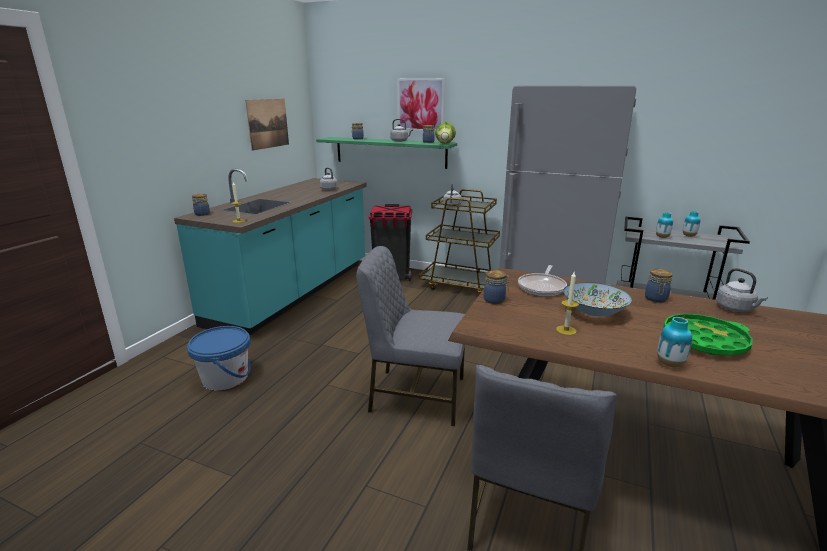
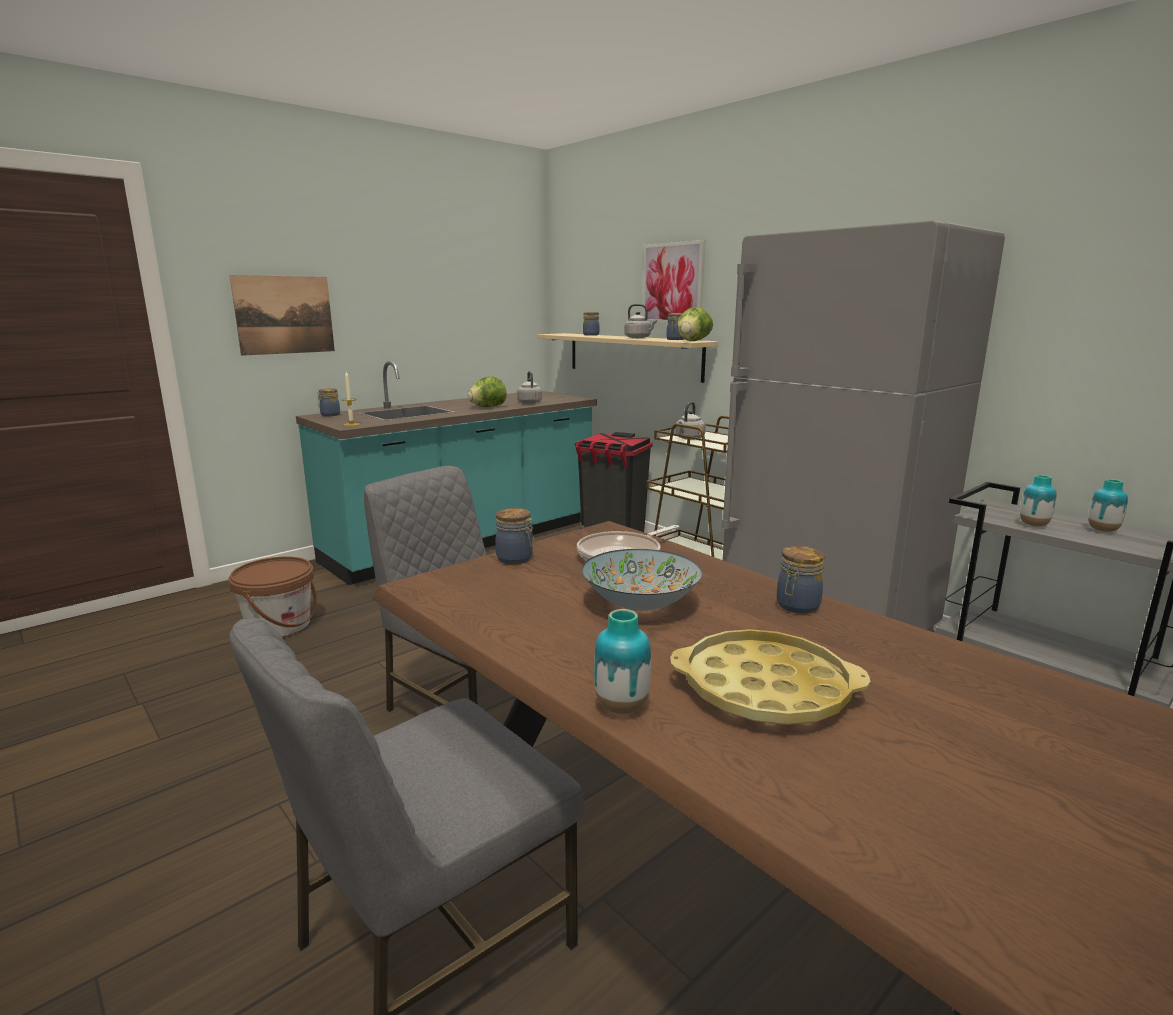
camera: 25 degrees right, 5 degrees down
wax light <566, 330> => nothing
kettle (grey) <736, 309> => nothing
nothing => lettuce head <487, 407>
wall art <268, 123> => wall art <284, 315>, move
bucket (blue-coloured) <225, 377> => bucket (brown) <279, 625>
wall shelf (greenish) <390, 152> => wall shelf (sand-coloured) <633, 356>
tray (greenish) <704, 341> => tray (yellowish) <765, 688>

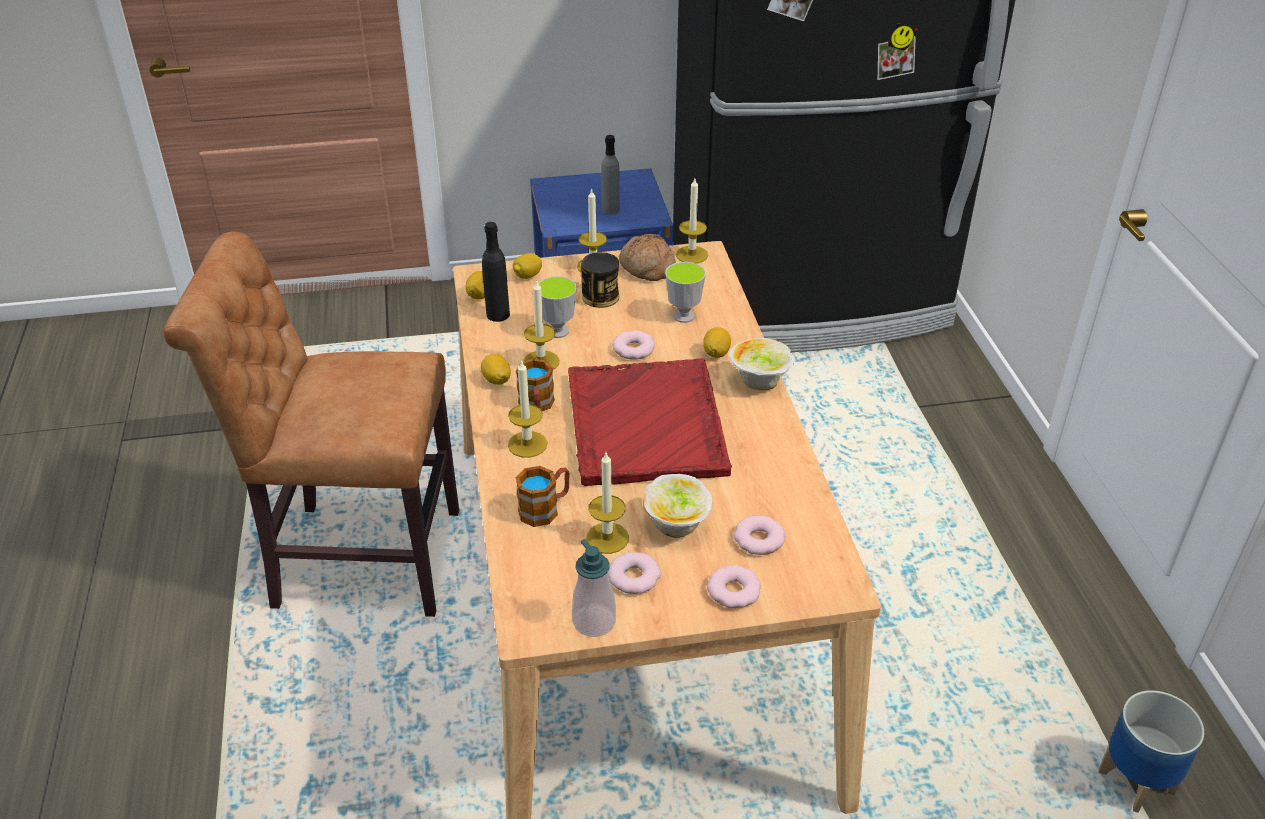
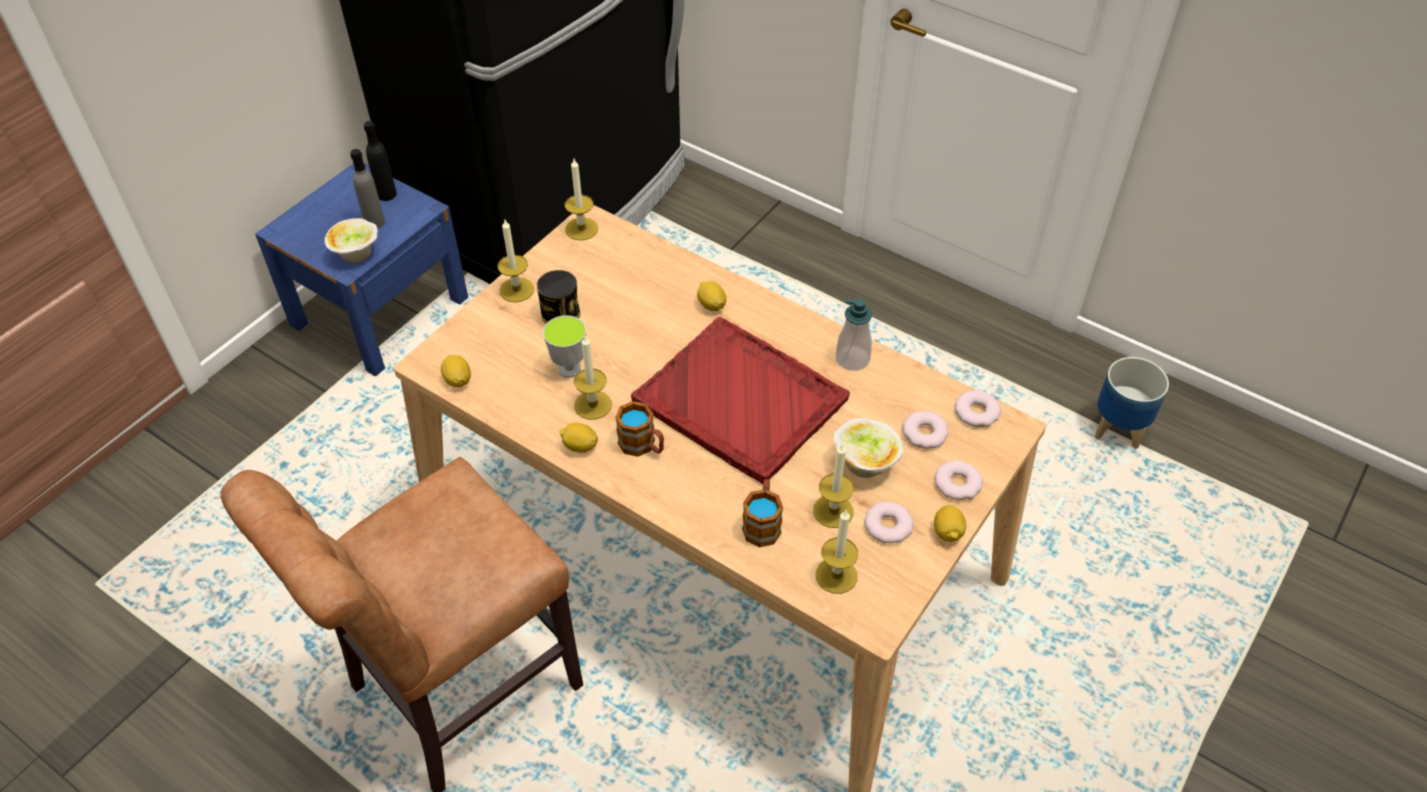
camera: 45 degrees left, 10 degrees up
bread <646, 268> => nothing
small cup <684, 316> => nothing
bottle (black-coloured) <498, 314> => bottle (black-coloured) <387, 194>, move
wax light <527, 444> => wax light <836, 575>, move
citrus fruit <527, 276> => citrus fruit <947, 532>, move
soap bottle <594, 622> => soap bottle <852, 359>, move
doughnut <634, 349> => doughnut <977, 412>, move
deep dish <759, 384> => deep dish <357, 256>, move

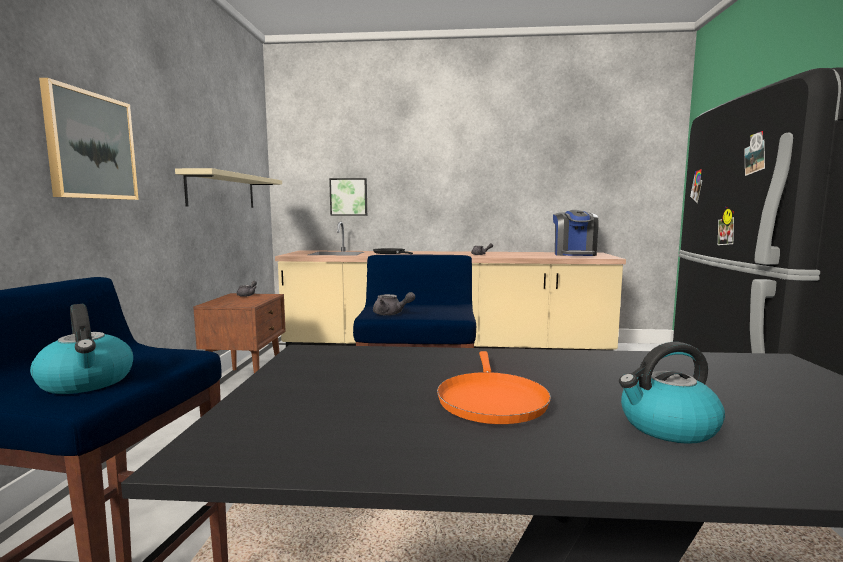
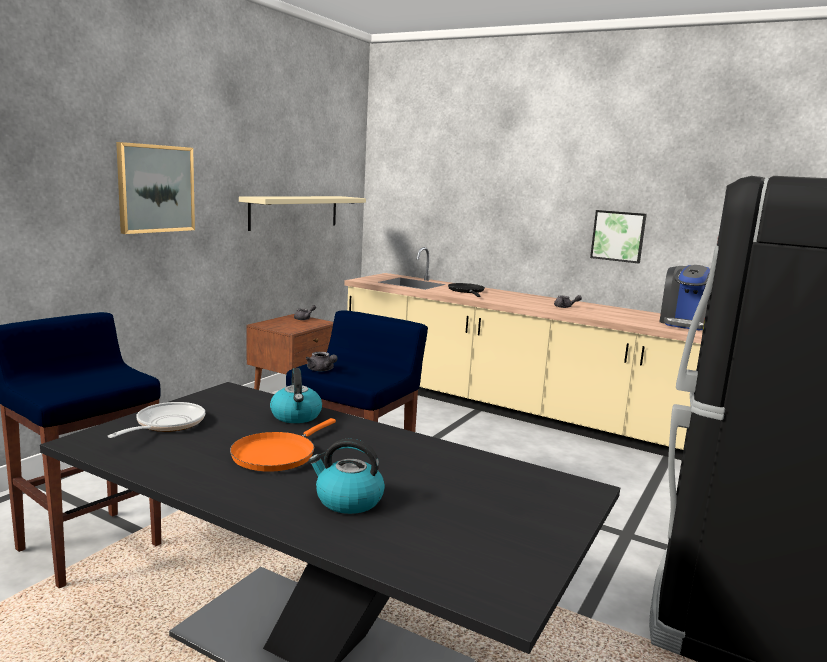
camera: 25 degrees right, 5 degrees up
nothing => skillet <166, 424>
kettle <87, 382> => kettle <296, 416>, move
wall art <349, 197> => wall art <618, 236>, move

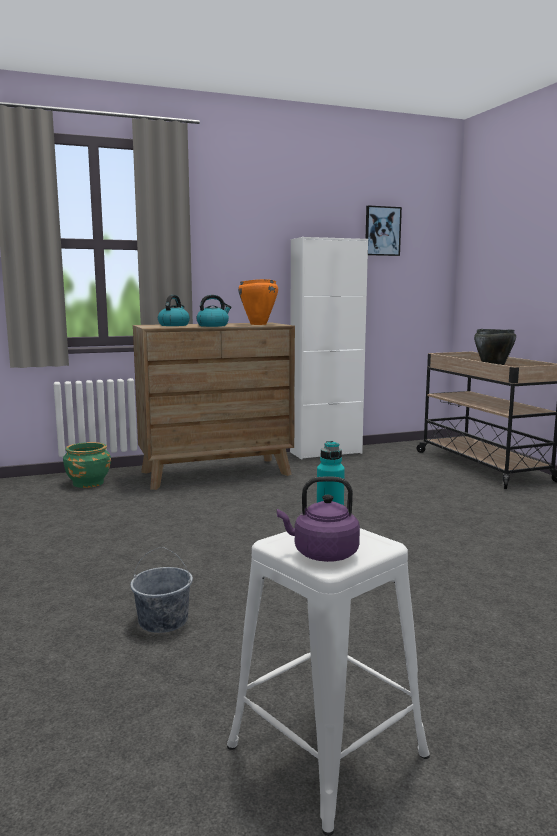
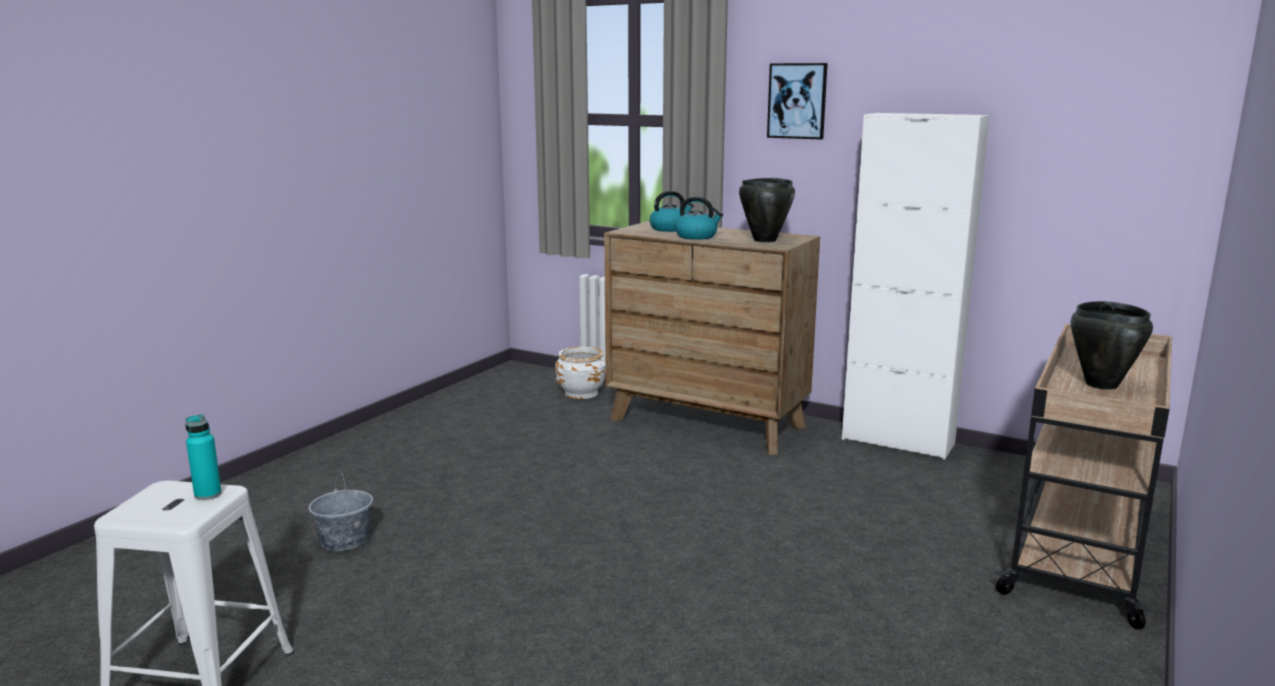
camera: 50 degrees right, 5 degrees up
kettle (purplish) <322, 554> => nothing
wall art <382, 231> => wall art <797, 101>, move
planter (greenish) <88, 483> => planter (whitish) <581, 393>
stockpot (orange) <258, 324> => stockpot (black-coloured) <764, 240>

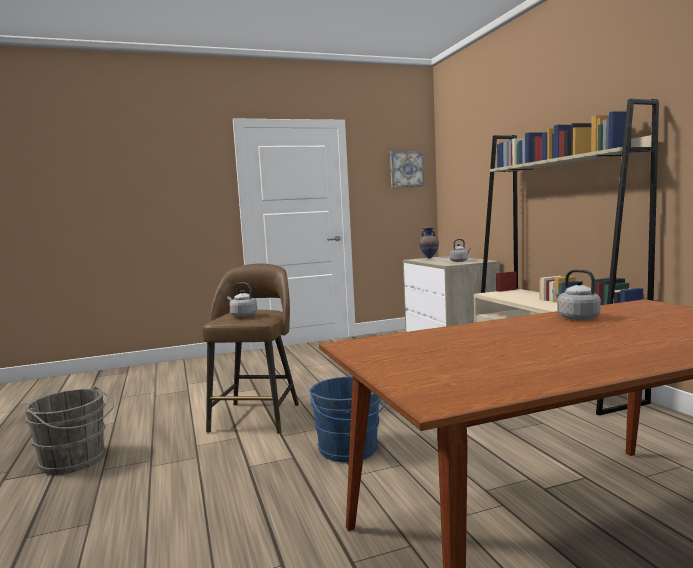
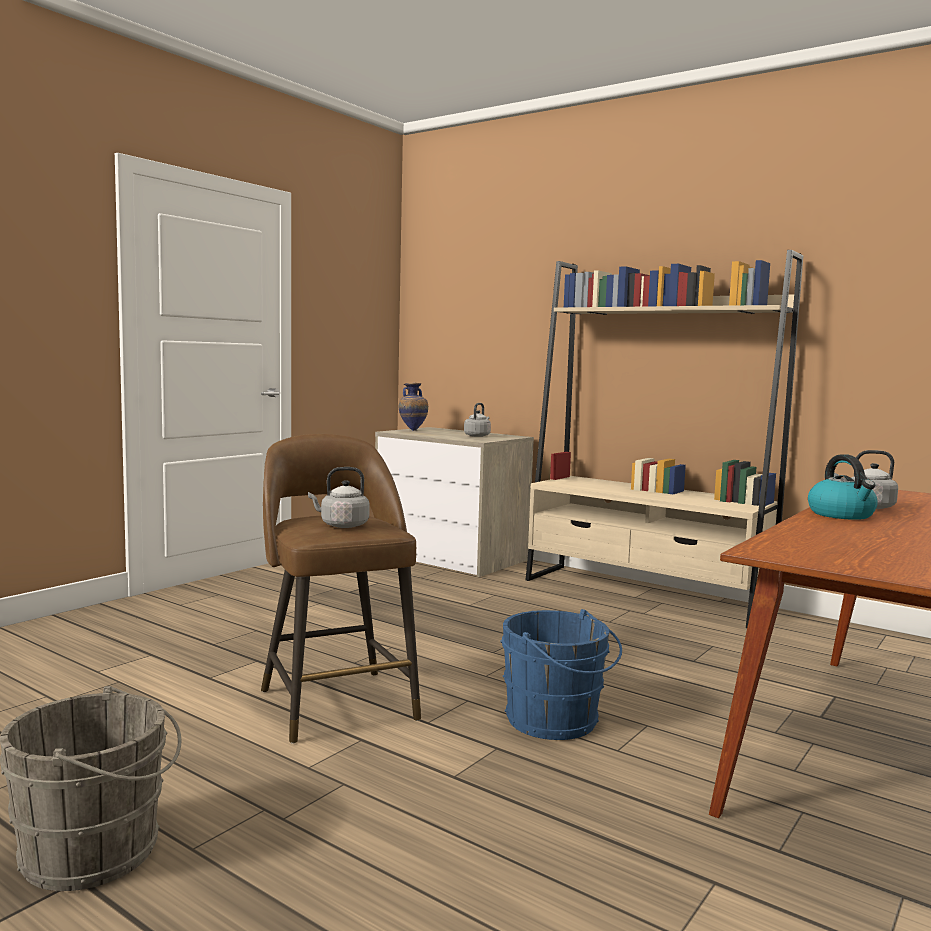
camera: 35 degrees left, 0 degrees up
wall art <406, 169> => nothing
nothing => kettle <842, 515>

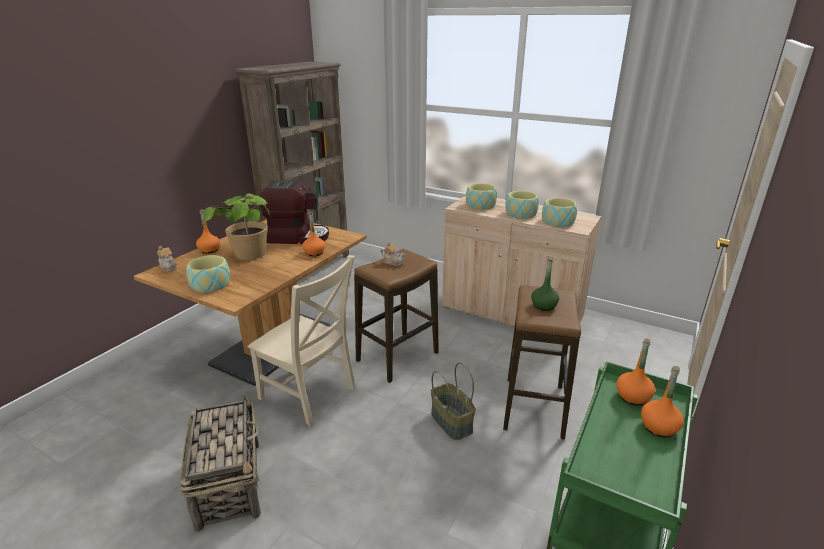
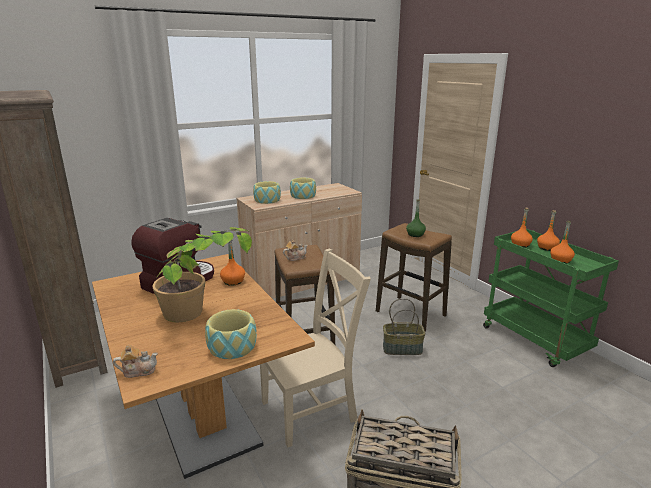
camera: 60 degrees left, 5 degrees down
deep dish <557, 221> => nothing
bottle (orange) <209, 250> => bottle (orange) <560, 260>, move

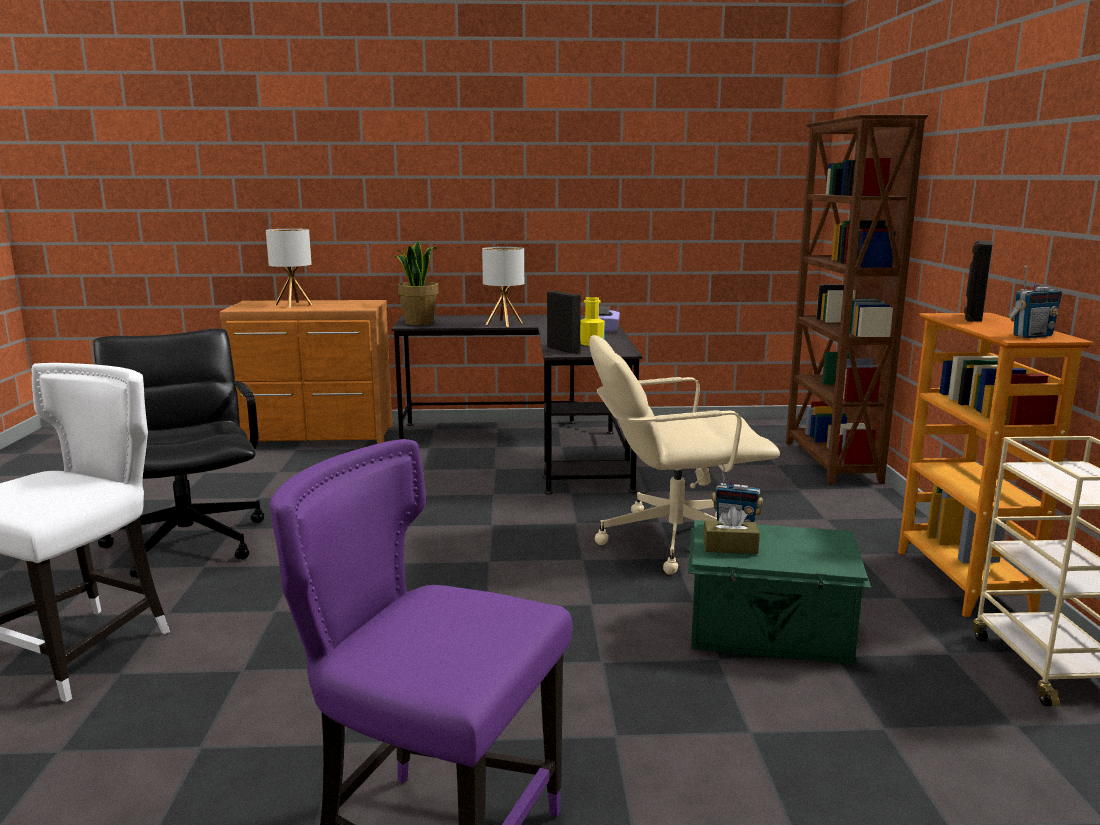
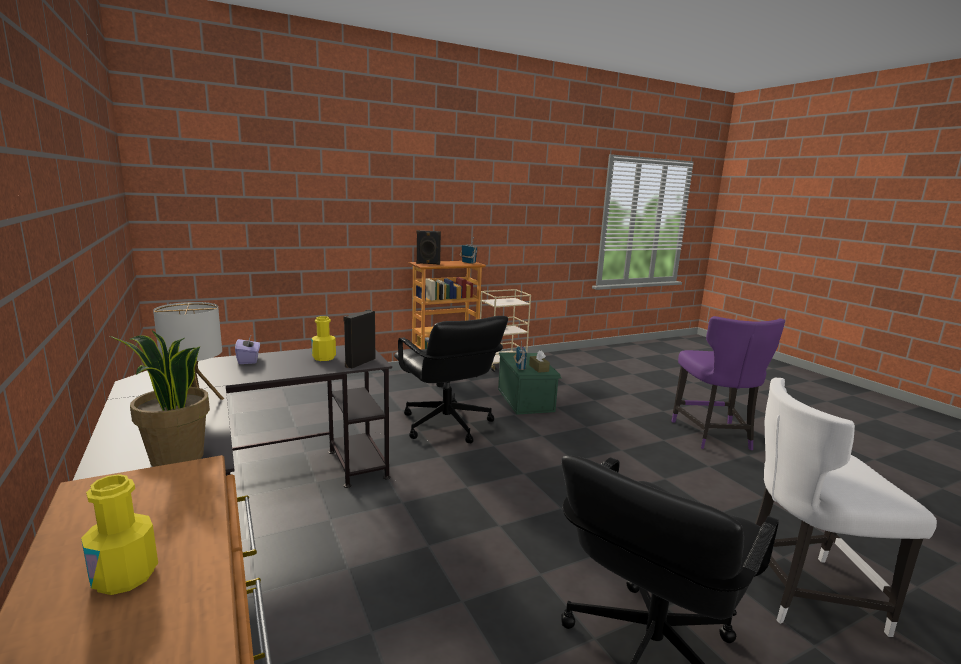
camera: 115 degrees left, 0 degrees up
bookcase (brown) <830, 462> => nothing
table lamp <293, 305> => bottle (yellowish) <125, 576>
computer chair (sand-coloured) <672, 540> => computer chair (black-coloured) <446, 425>

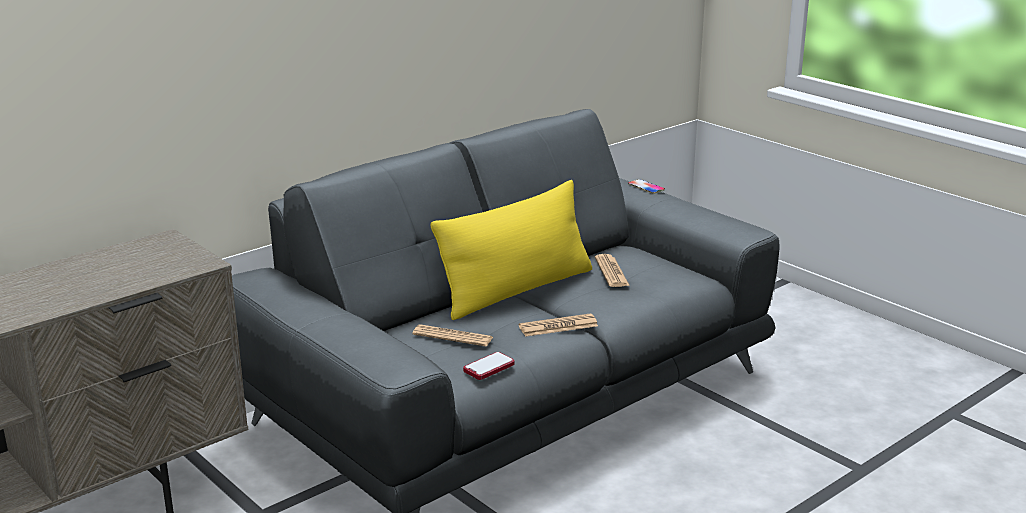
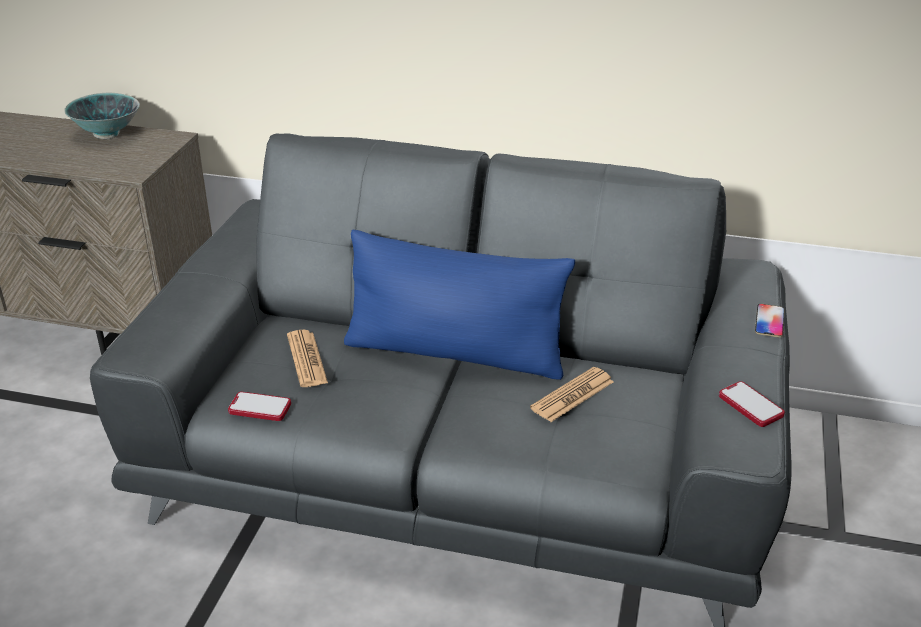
camera: 55 degrees right, 10 degrees up
printed paper <558, 326> => nothing
nothing => deep dish <106, 134>
nothing => telephone <750, 405>
pillow (yellowish) <517, 290> => pillow (blue-coloured) <455, 353>

